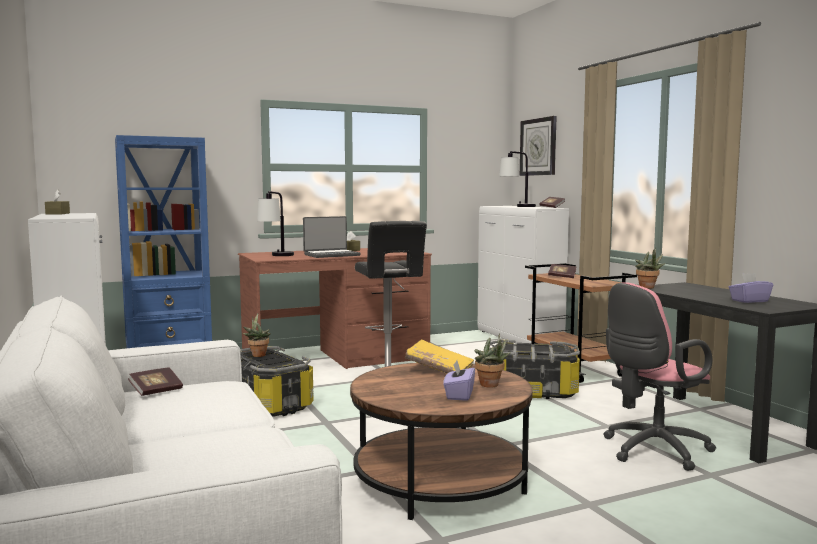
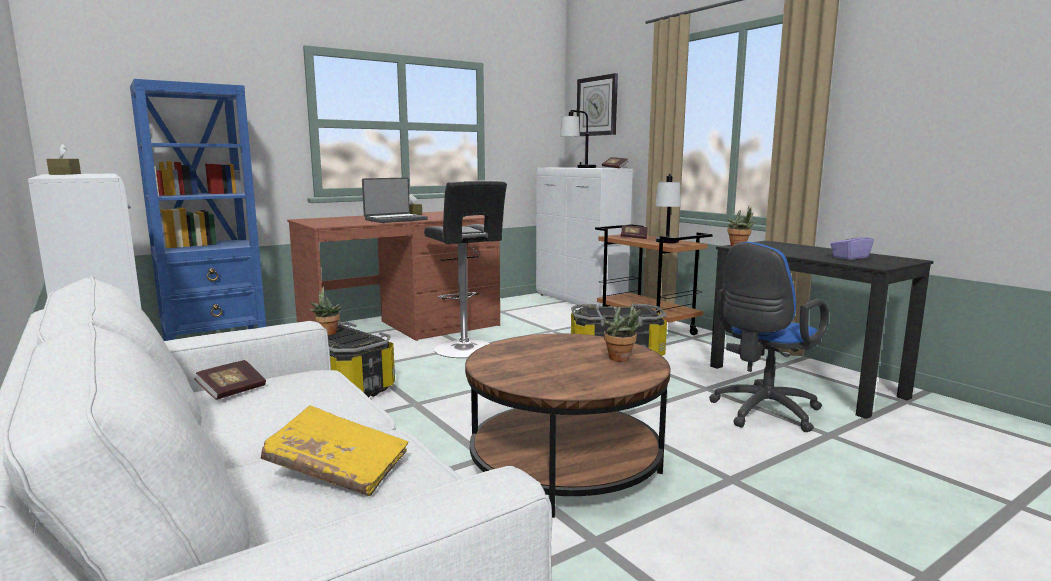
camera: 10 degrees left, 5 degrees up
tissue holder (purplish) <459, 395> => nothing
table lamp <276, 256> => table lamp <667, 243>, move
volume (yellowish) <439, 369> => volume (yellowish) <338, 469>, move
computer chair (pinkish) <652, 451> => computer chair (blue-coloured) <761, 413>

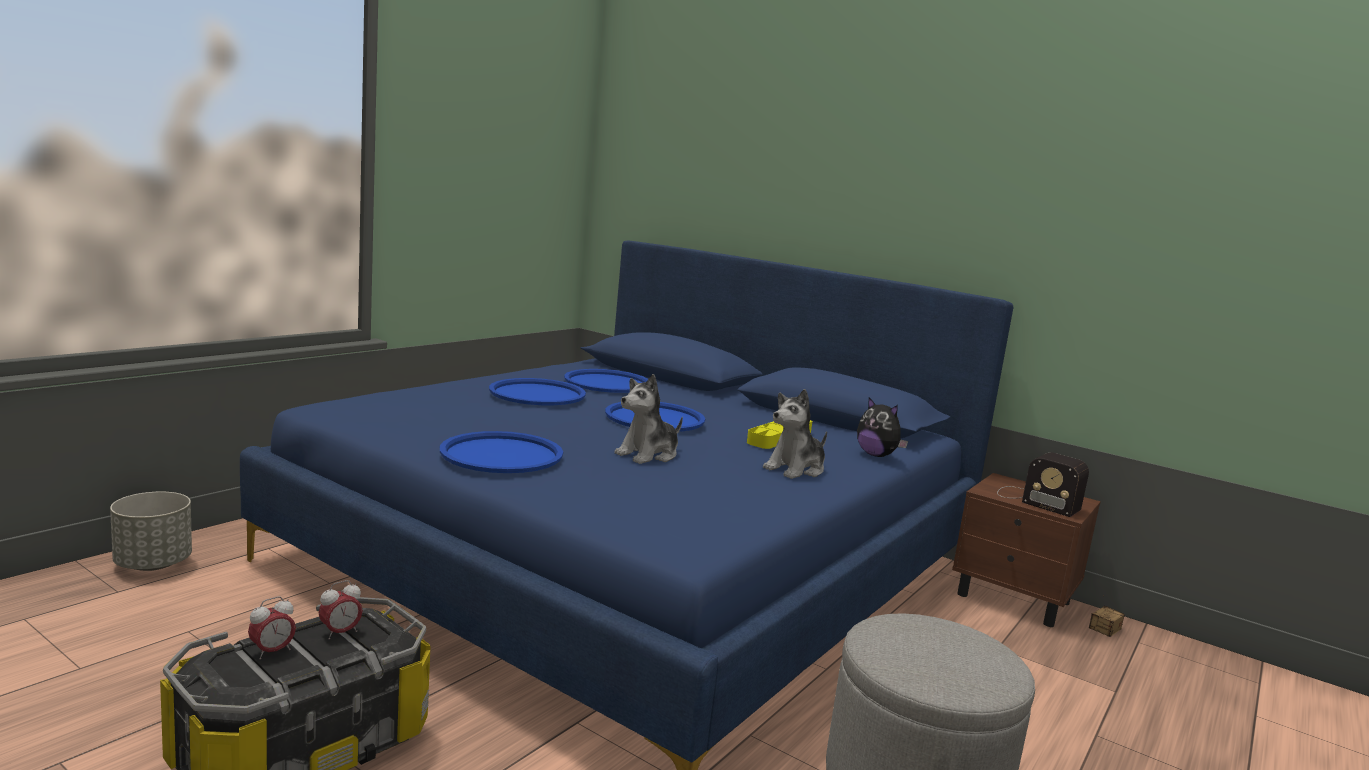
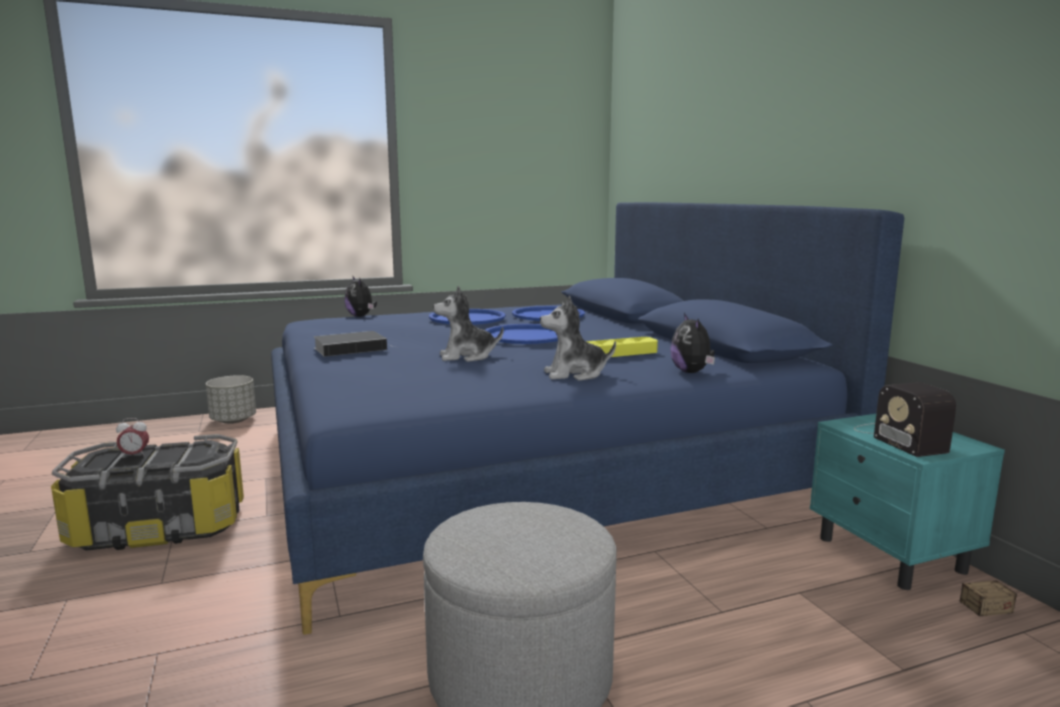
camera: 35 degrees right, 0 degrees up
table clock <340, 633> => nothing
nothing => soft toy <361, 316>
tray (blue-coloured) <501, 454> => volume <352, 348>
night table (brown) <1014, 599> => night table (blue-green) <891, 555>

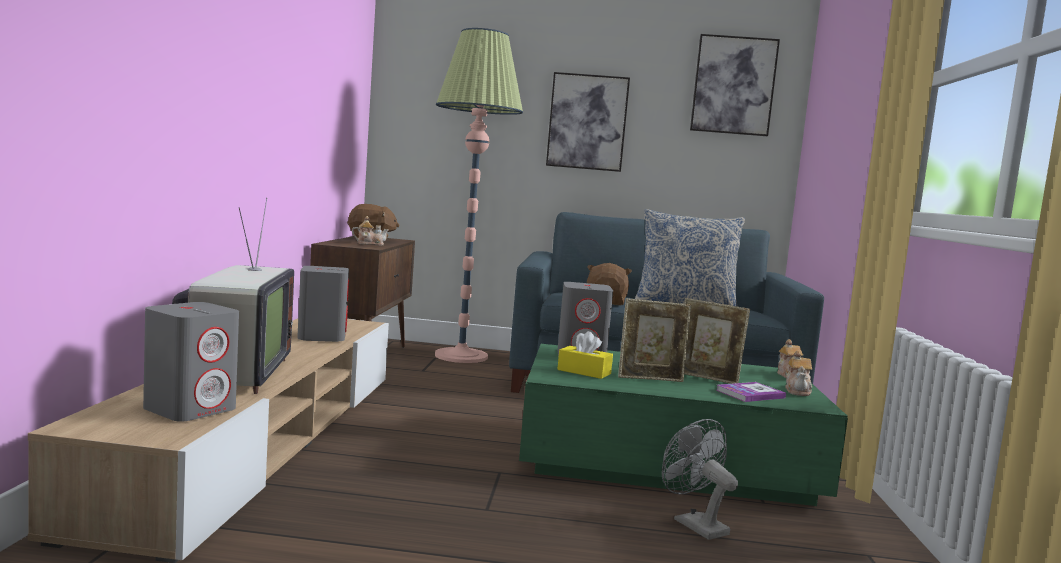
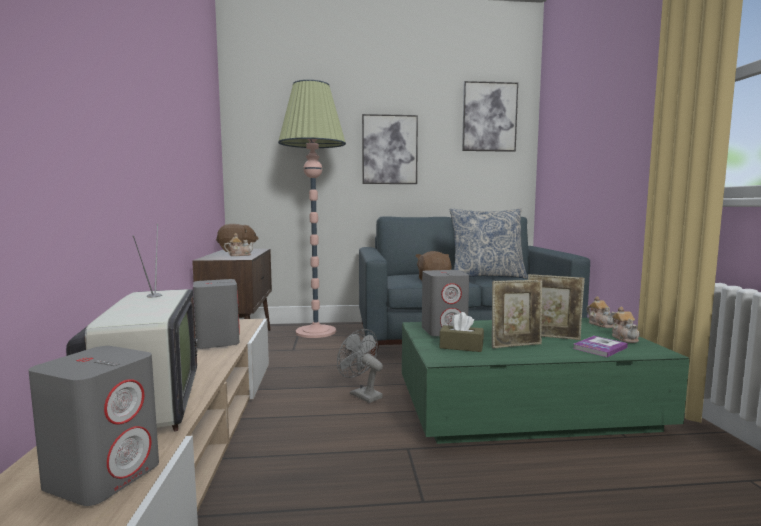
camera: 10 degrees left, 0 degrees up
cooling fan (grey) <694, 524> => cooling fan (grey) <361, 394>, move
tissue holder (yellowish) <584, 372> => tissue holder (brown) <461, 346>

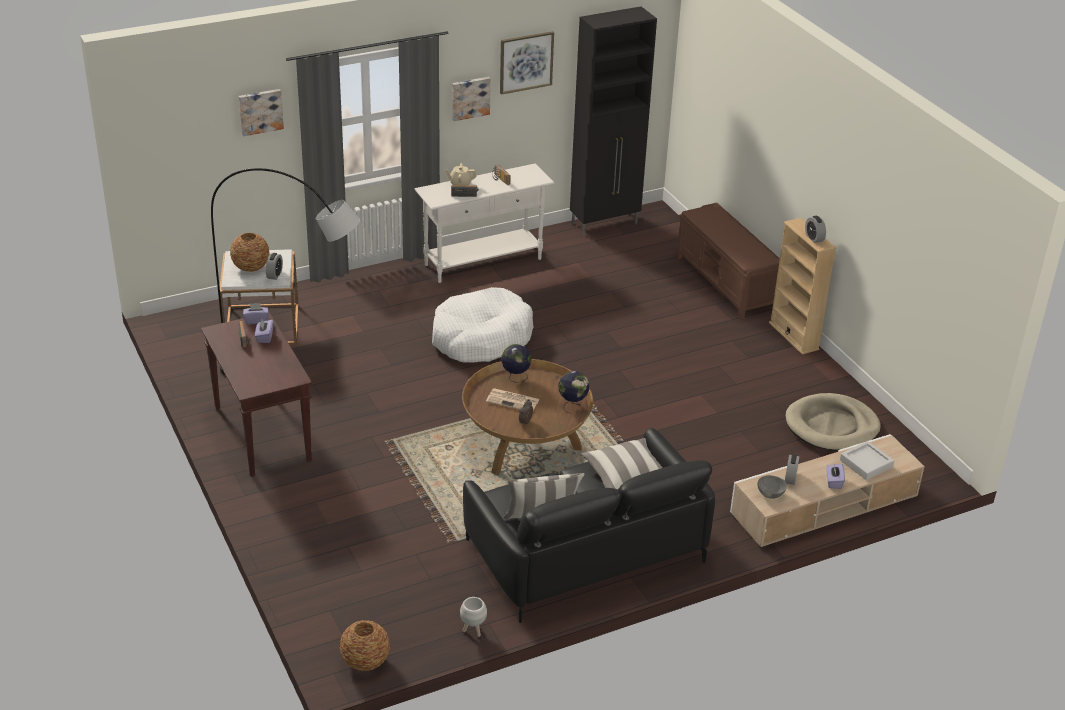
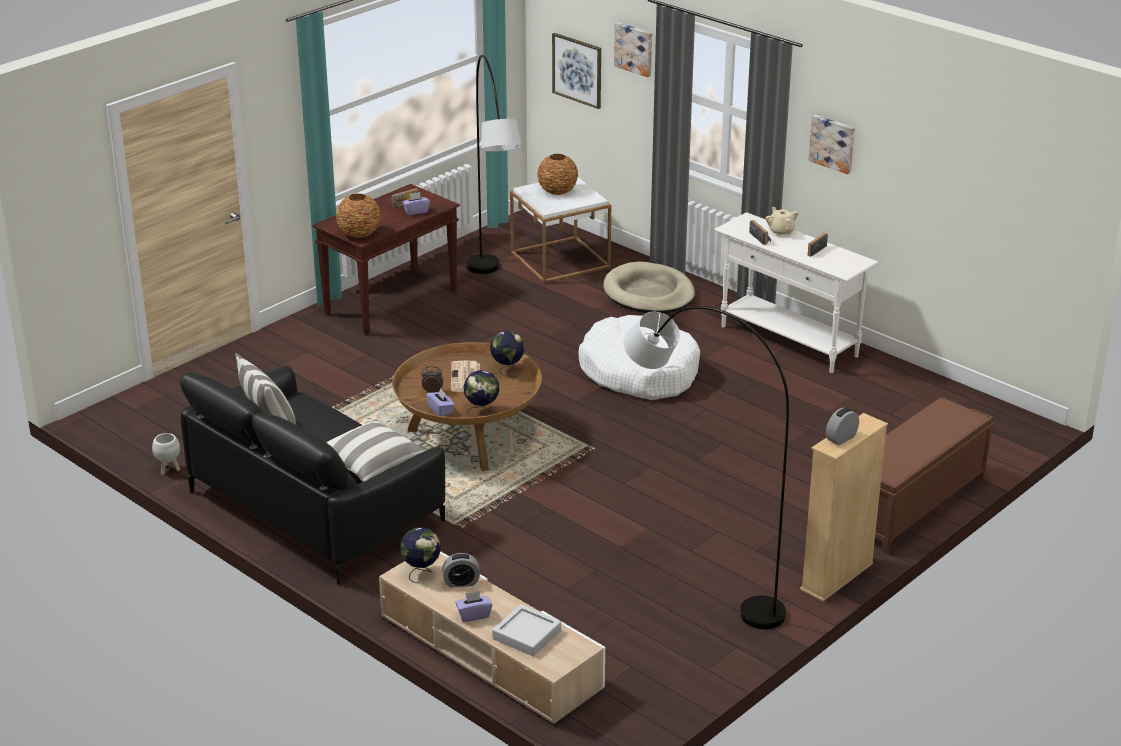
camera: 70 degrees right, 5 degrees down
table clock <274, 275> => nothing
cabinet (black-coloured) <605, 223> => nothing
nothing => standard lamp (grey) <696, 578>
tissue holder (purplish) <256, 320> => tissue holder (purplish) <441, 410>, move
flower vase <365, 661> => flower vase <359, 234>, move
wall art <526, 62> => wall art <577, 70>, move
pet bed (sand-coloured) <832, 426> => pet bed (sand-coloured) <649, 293>, move
deep dish (grey) <769, 494> => desk globe <421, 572>

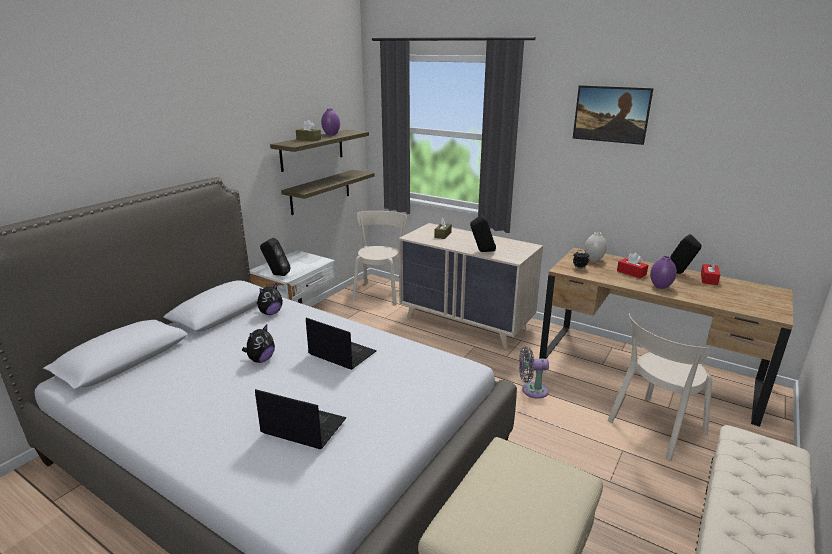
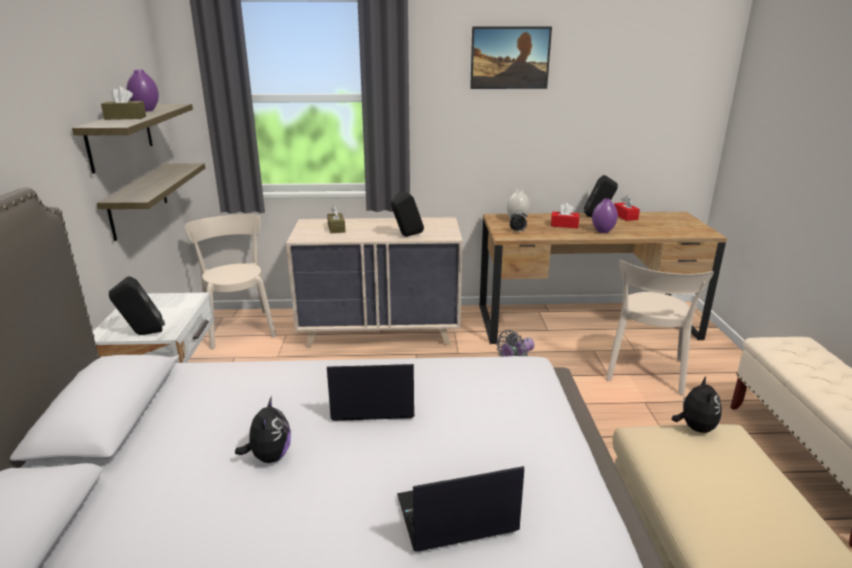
camera: 35 degrees left, 0 degrees up
soft toy <270, 313> => soft toy <694, 428>, move

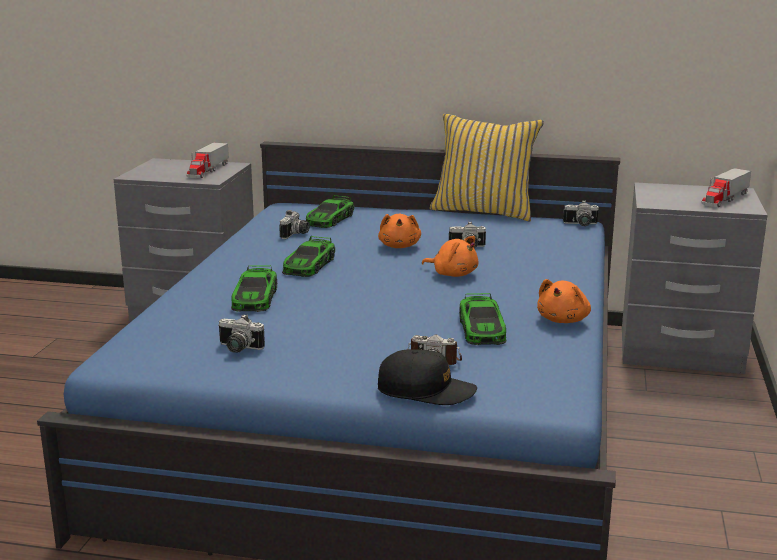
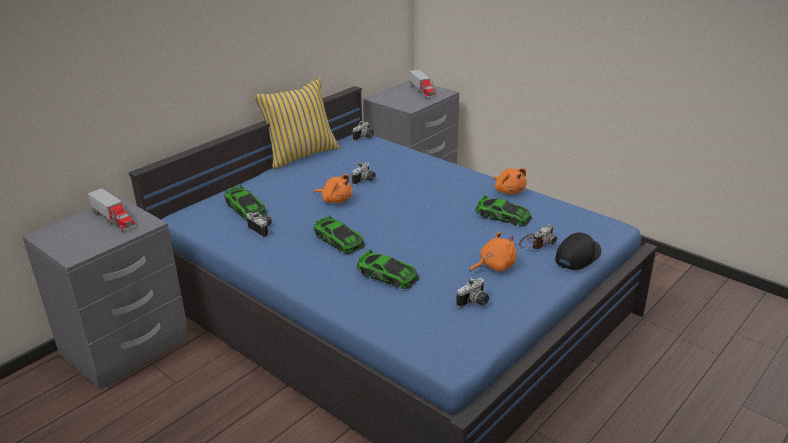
camera: 60 degrees left, 10 degrees up
soft toy (orange) <453, 274> => soft toy (orange) <494, 266>, move

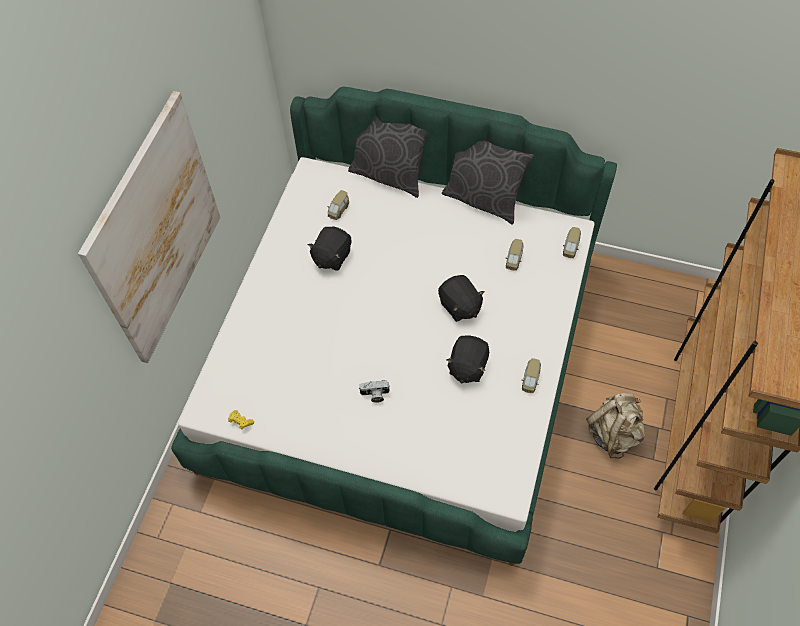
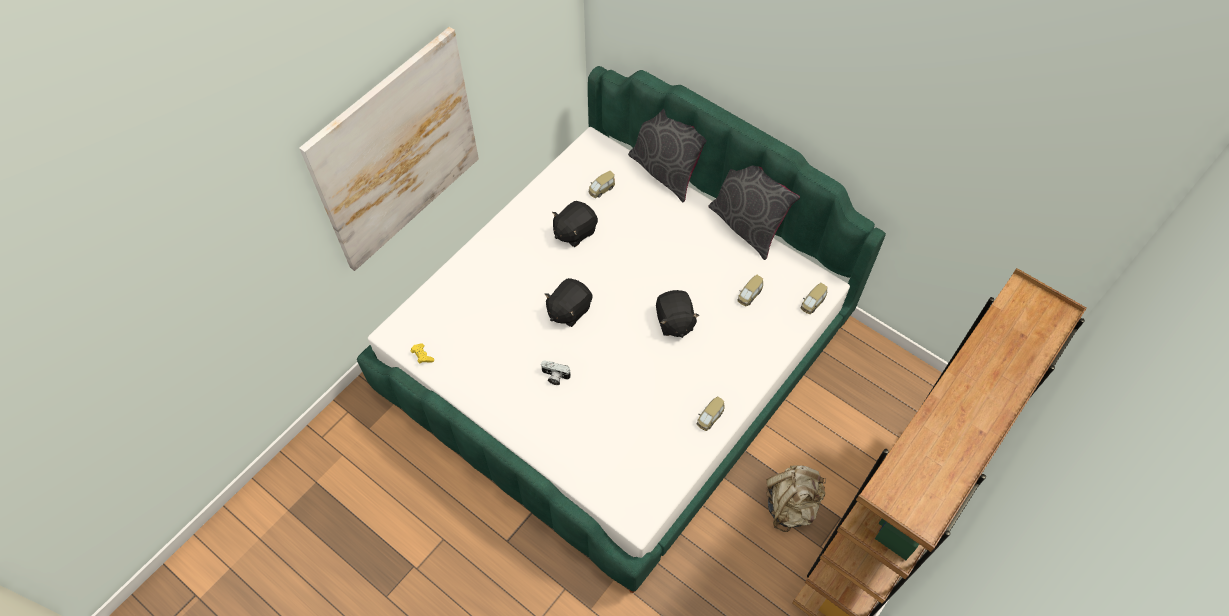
camera: 20 degrees right, 0 degrees up
soft toy (black-coloured) <467, 366> => soft toy (black-coloured) <569, 310>, move

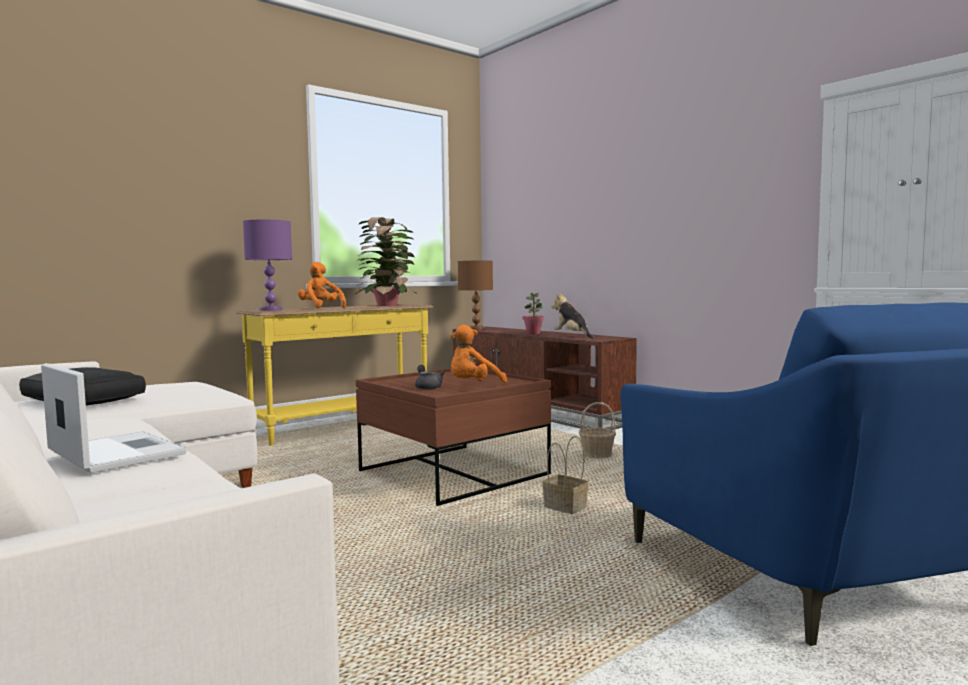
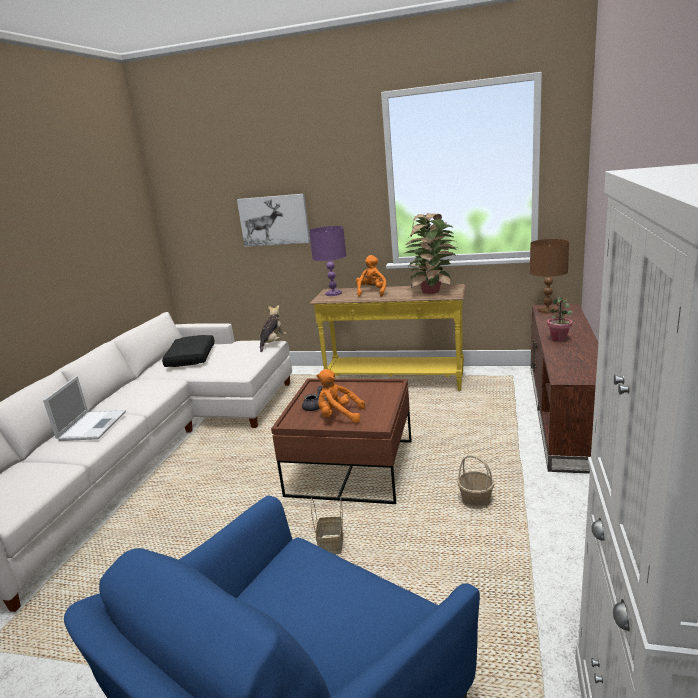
camera: 55 degrees right, 15 degrees up
nothing => wall art <274, 220>
soft toy <572, 336> => soft toy <273, 343>, move

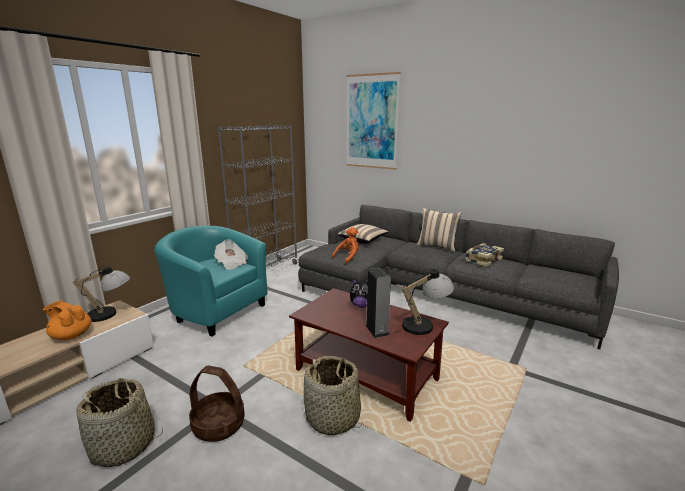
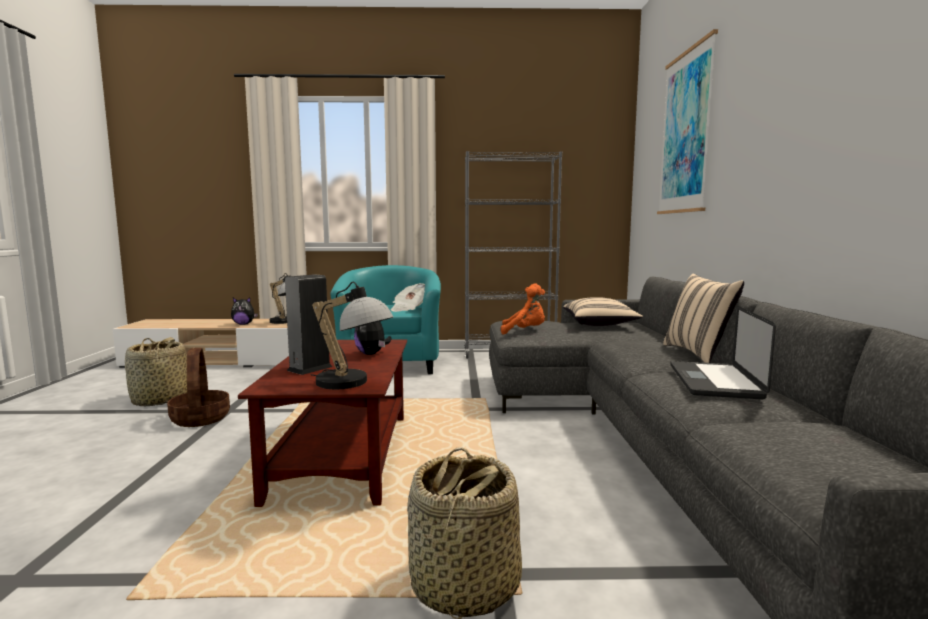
camera: 55 degrees right, 10 degrees down
household basket <333, 418> => household basket <463, 585>, move
pot for tea (orange) <71, 335> => soft toy <244, 324>
volume <482, 260> => laptop <714, 381>

